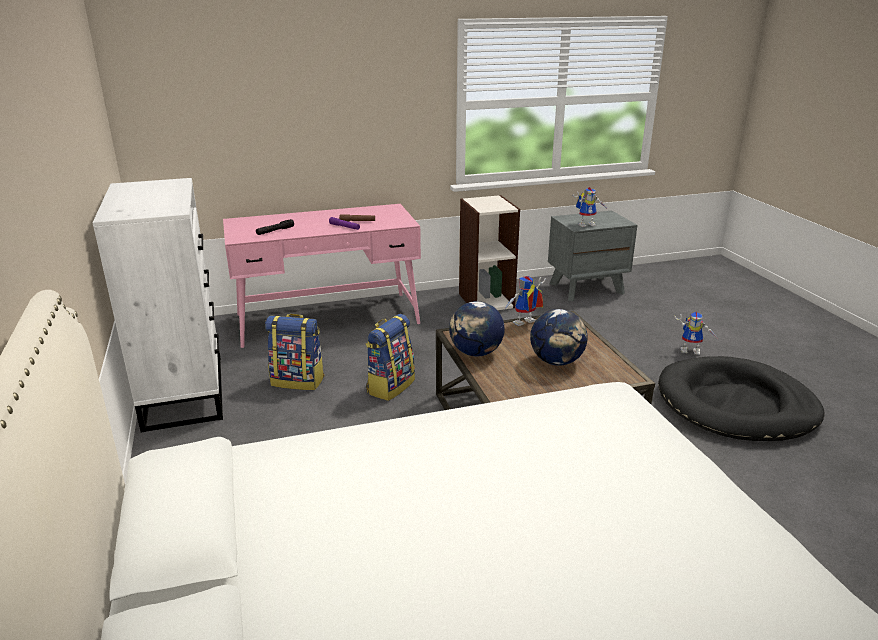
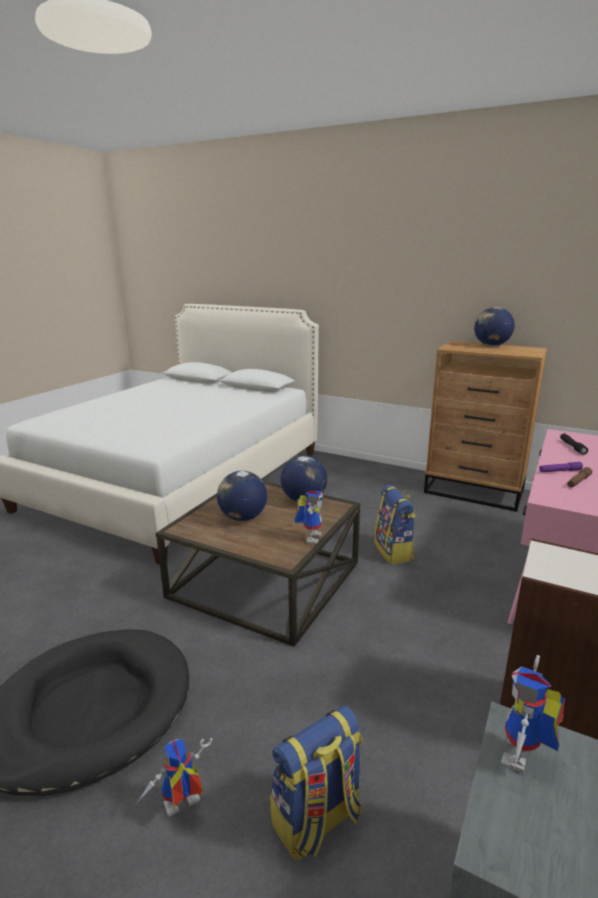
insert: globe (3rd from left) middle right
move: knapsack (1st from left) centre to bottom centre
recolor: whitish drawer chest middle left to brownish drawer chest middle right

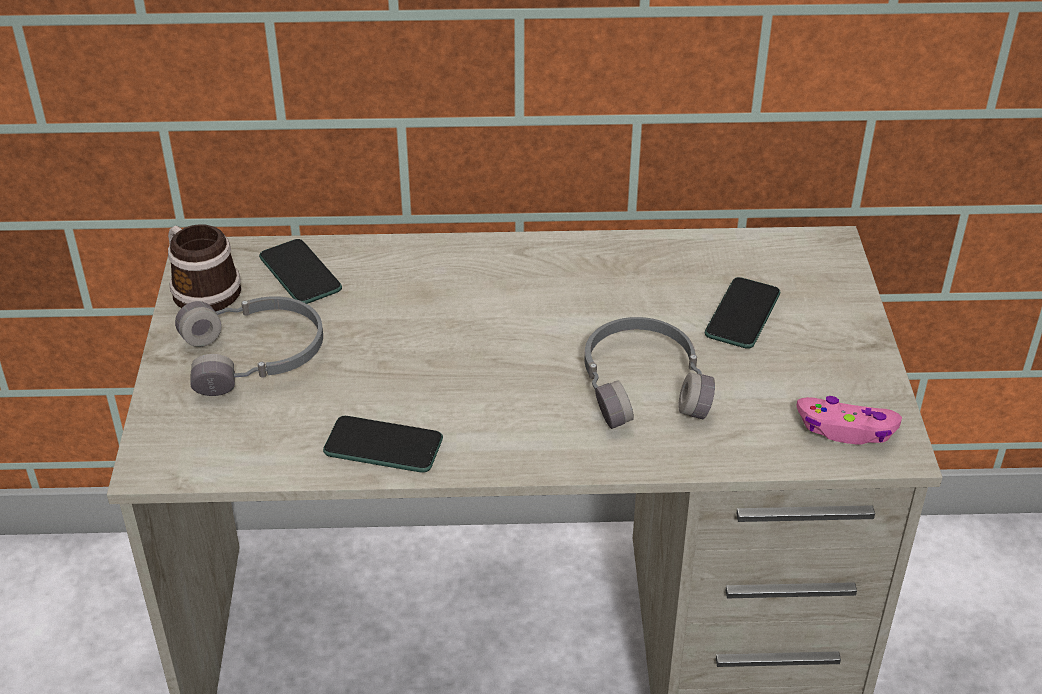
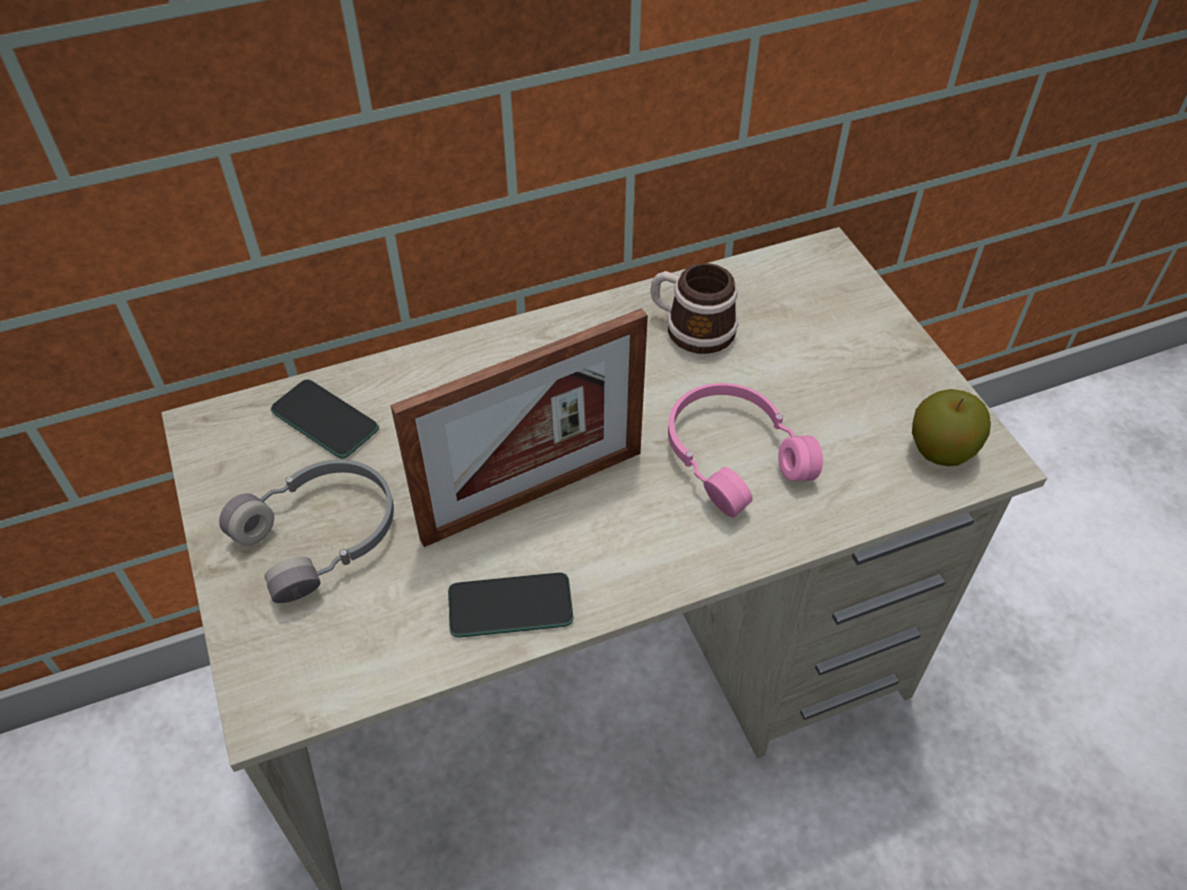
delete: handset (3rd from left) middle right
insert: photo frame centre
move: tea mug middle left to centre
replace: pinkish joypad middle right to apple fruit middle right
recolor: gray headphones (2nd from left) centre to pinkish headphones centre

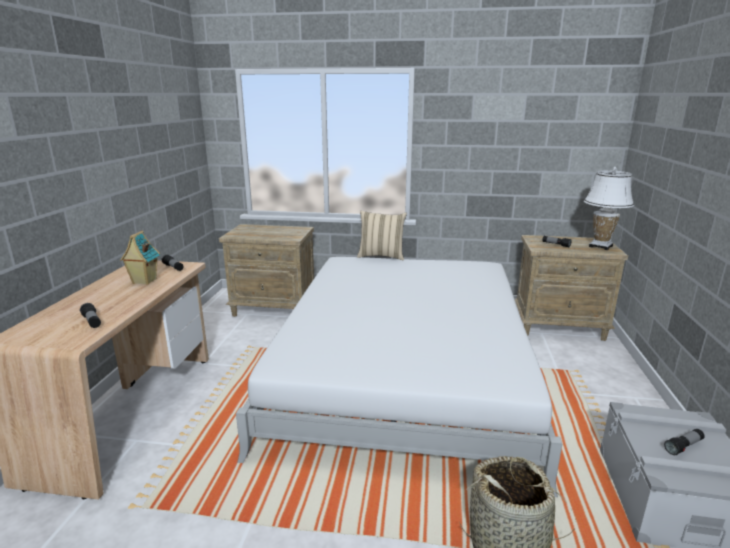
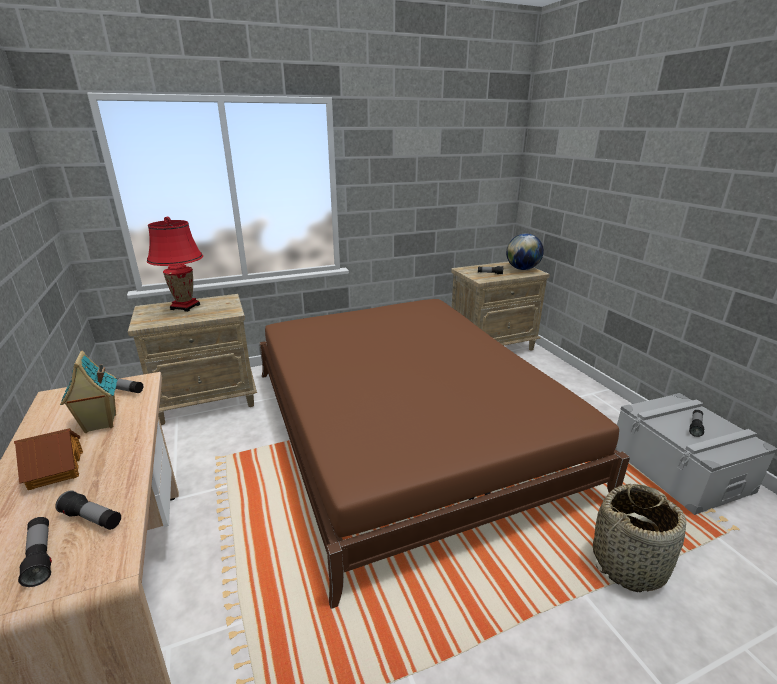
delete: beige cushion centre
insert: miniature house (1st from left) bottom left; flashlight (1st from left) bottom left; reddish table lamp middle left
replace: whitish table lamp middle right to globe middle right
recolor: whitish bed bottom centre to brownish bed centre

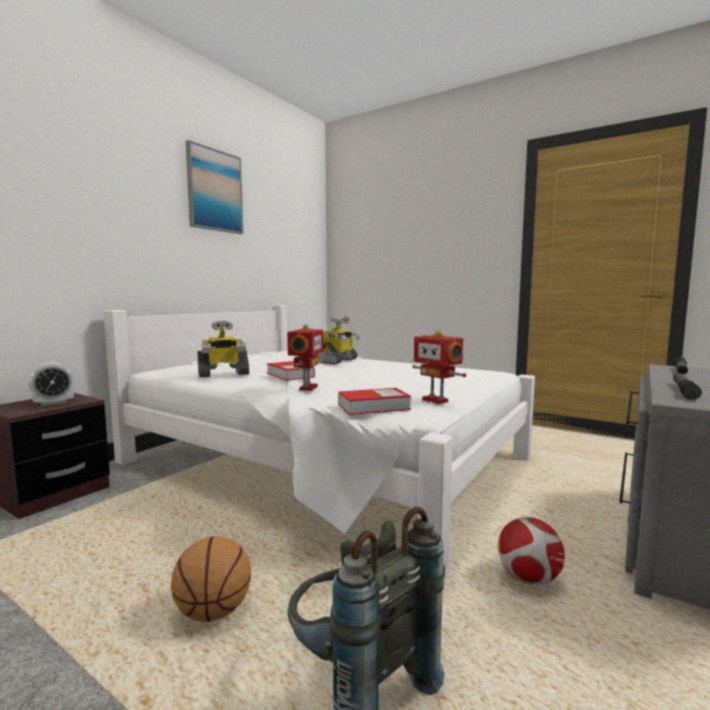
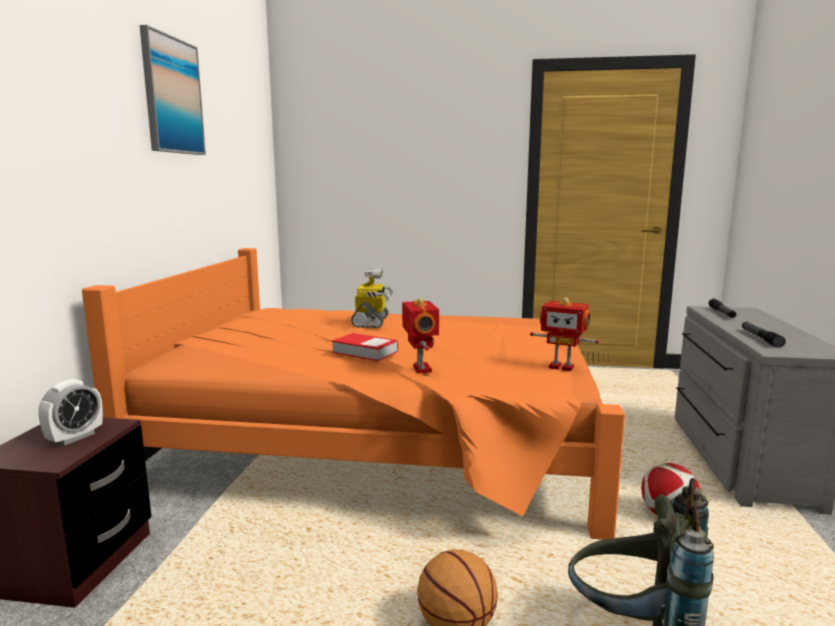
delete: model robot (1st from left) middle left; bound book (2nd from left) centre
recolor: whitish bed centre to orangey bed centre

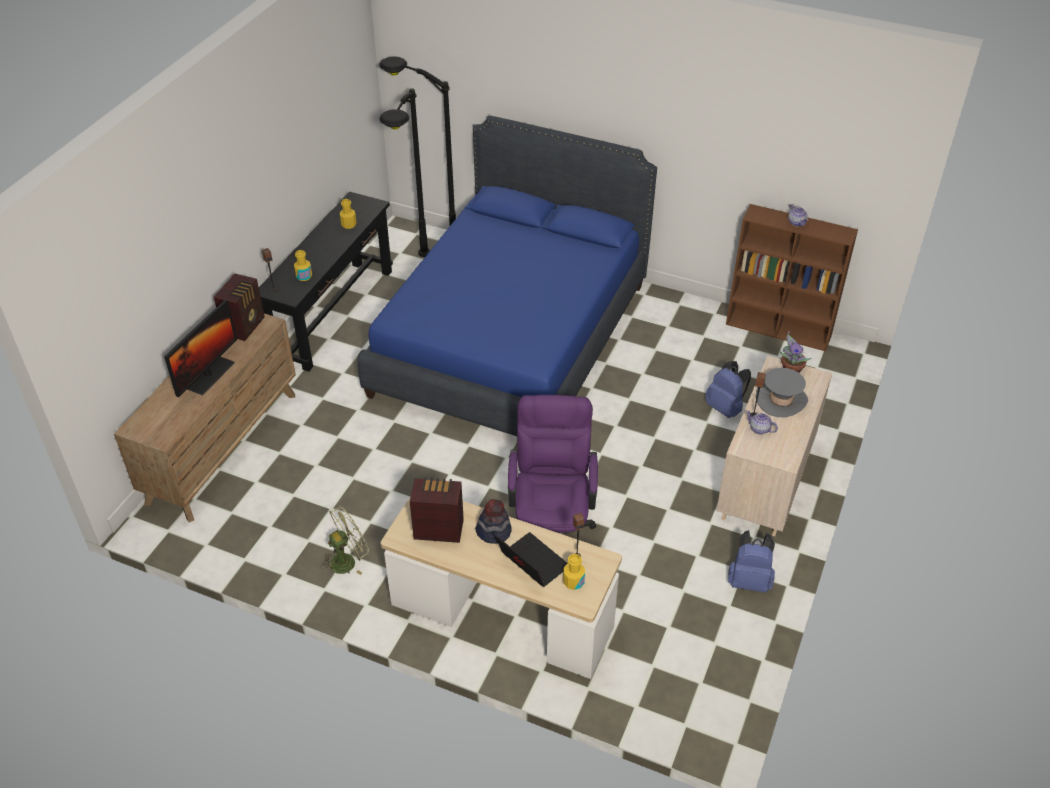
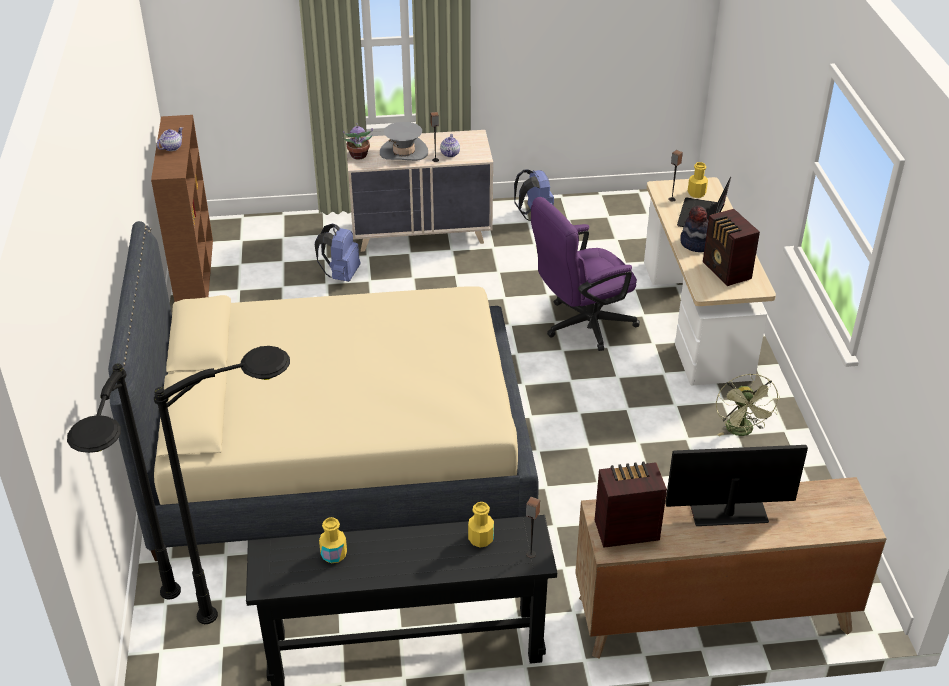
recolor: blue-coloured bed centre to beige bed centre
rotate: greenish electric fan bottom left = middle right 120 degrees counterclockwise

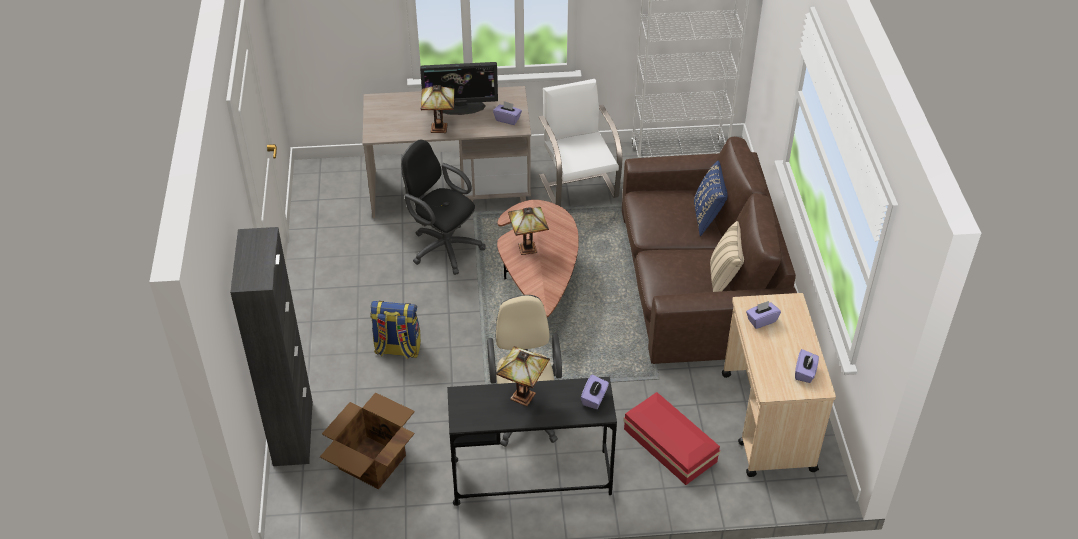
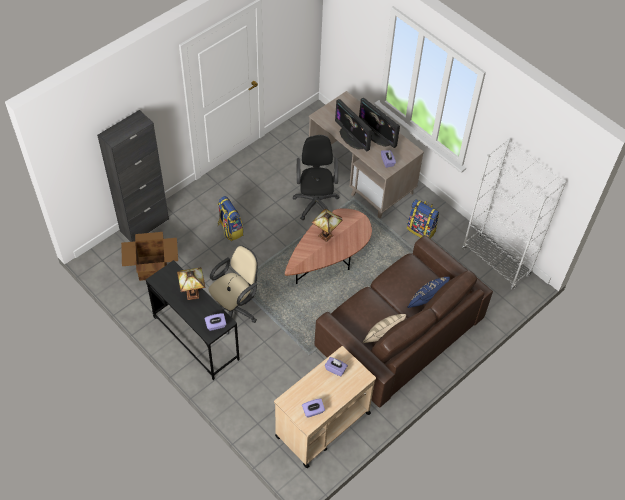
delete: reddish storage box bottom centre
replace: table lamp (1st from left) top centre to computer screen (1st from left) top centre; whitish chair top centre to knapsack (2nd from left) middle right

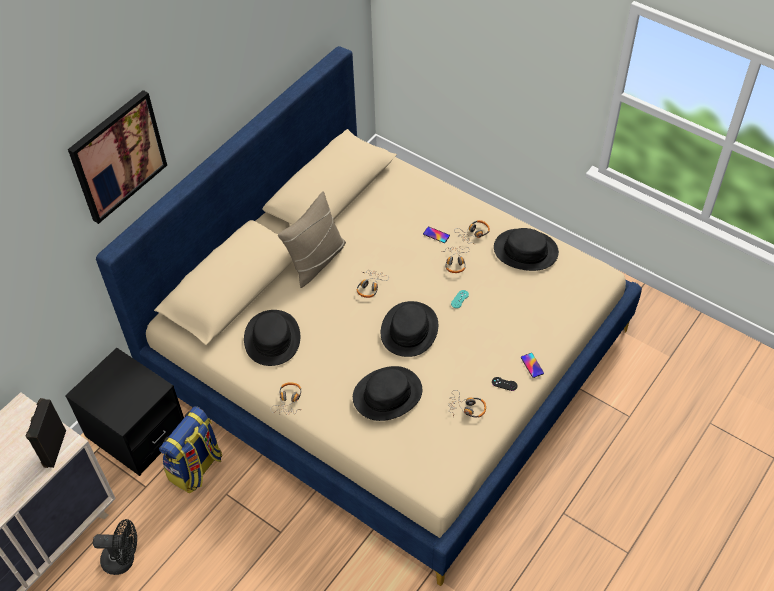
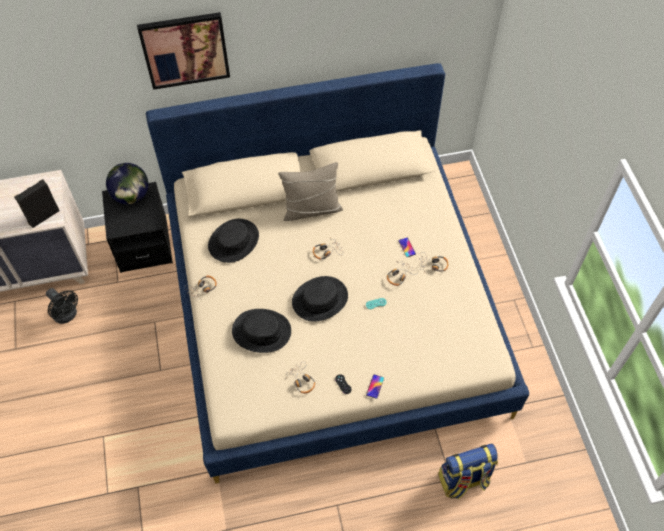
delete: black-coloured wearable hat (4th from left) middle right
insert: globe middle left
move: knapsack bottom left to bottom right

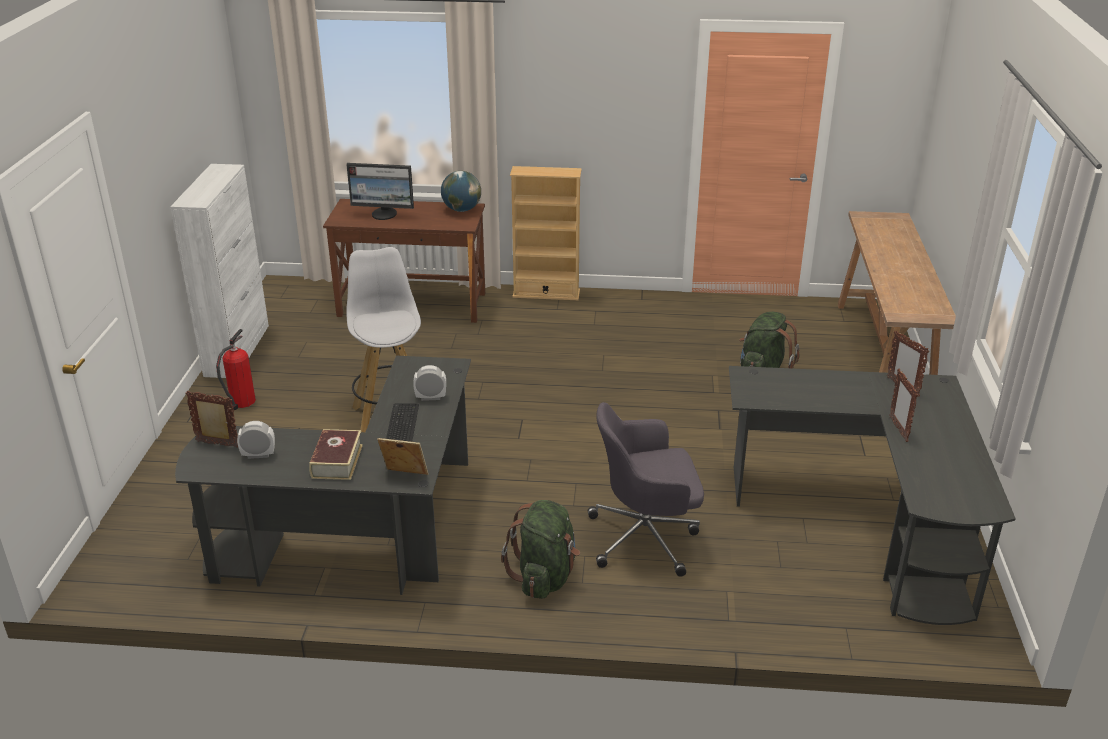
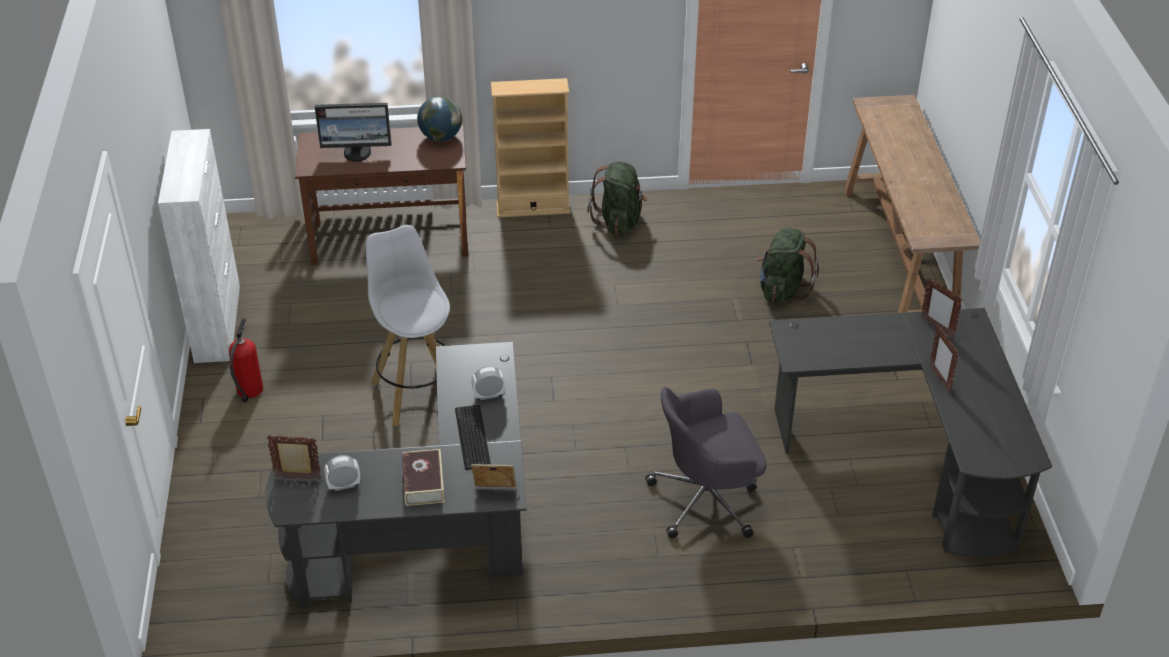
move: greenish knapsack (1st from left) bottom centre to top centre

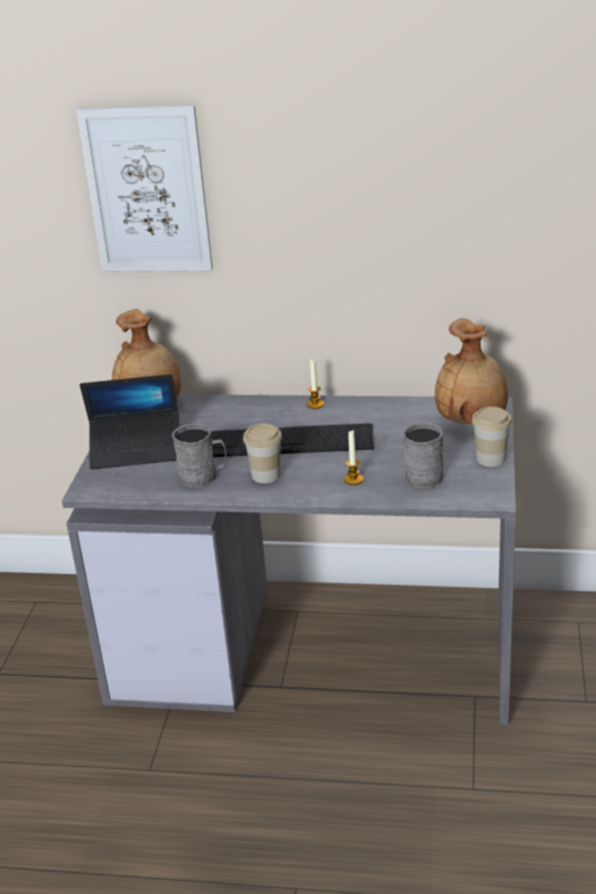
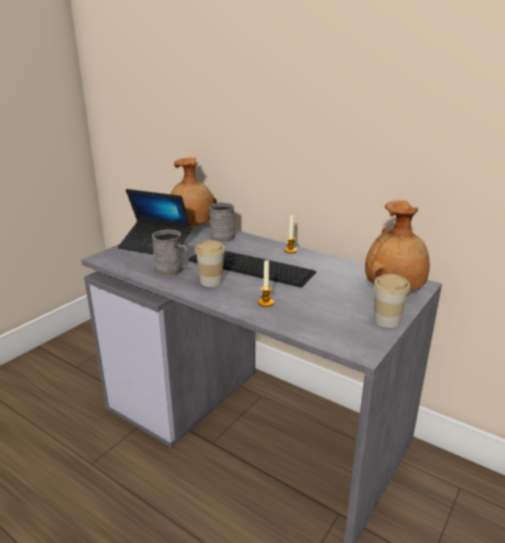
delete: picture top left
move: gray tea mug (2nd from left) middle right to centre

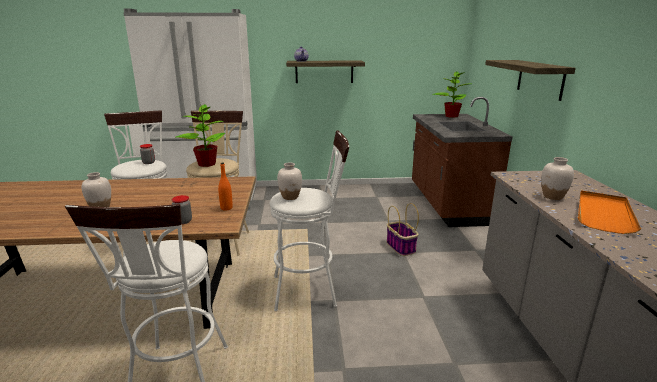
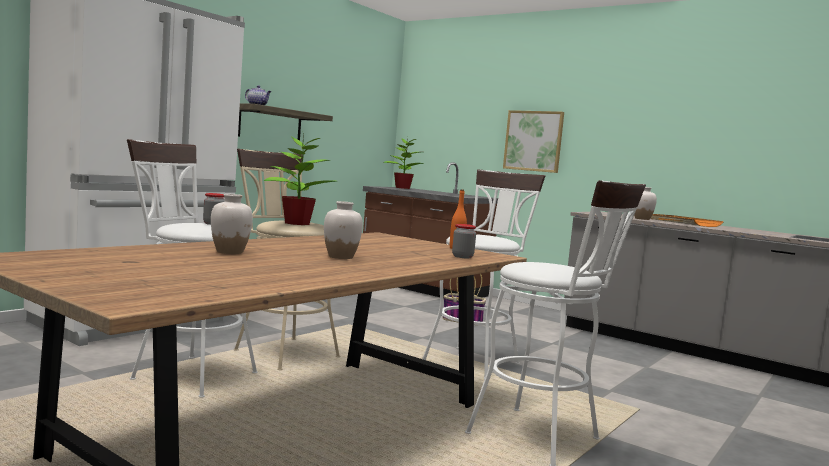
move: whitish decorative vase (2nd from left in the first image) centre to whitish decorative vase (1st from left) middle left
replace: shelf (2nd from left) top right to picture top centre

